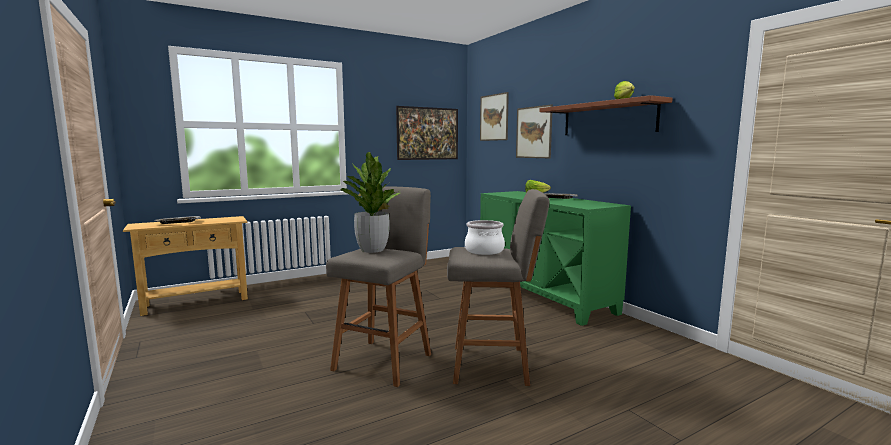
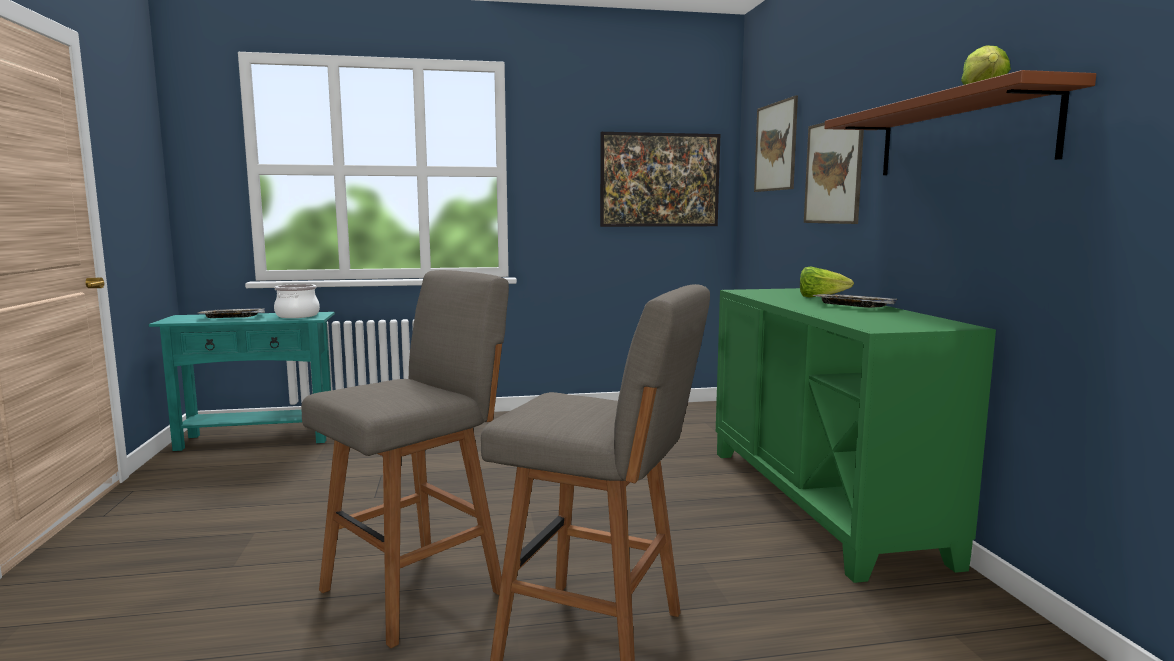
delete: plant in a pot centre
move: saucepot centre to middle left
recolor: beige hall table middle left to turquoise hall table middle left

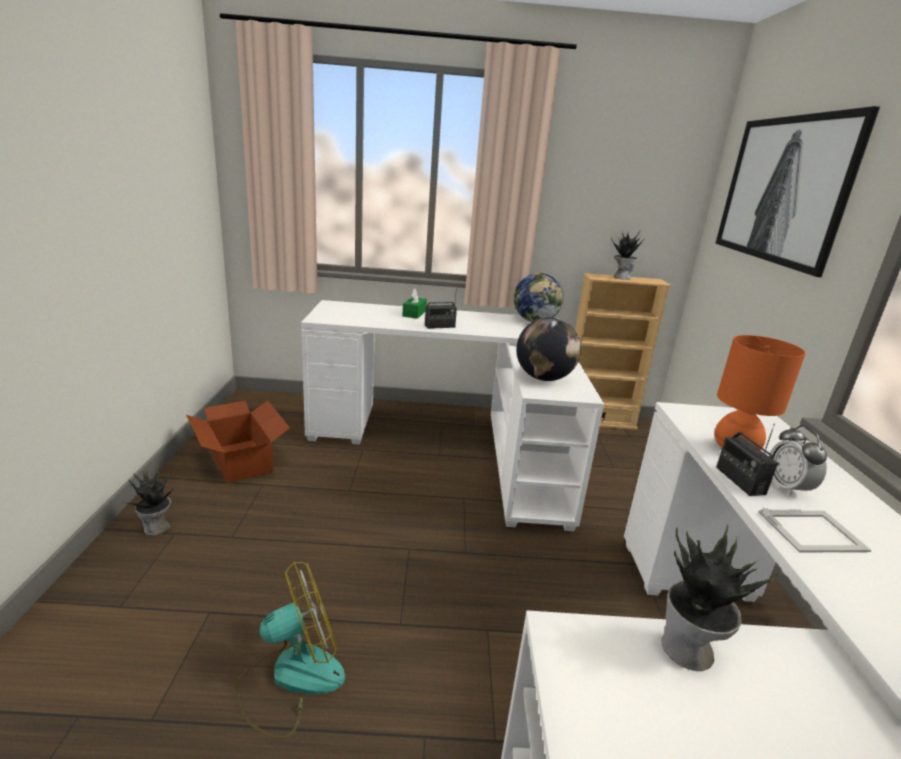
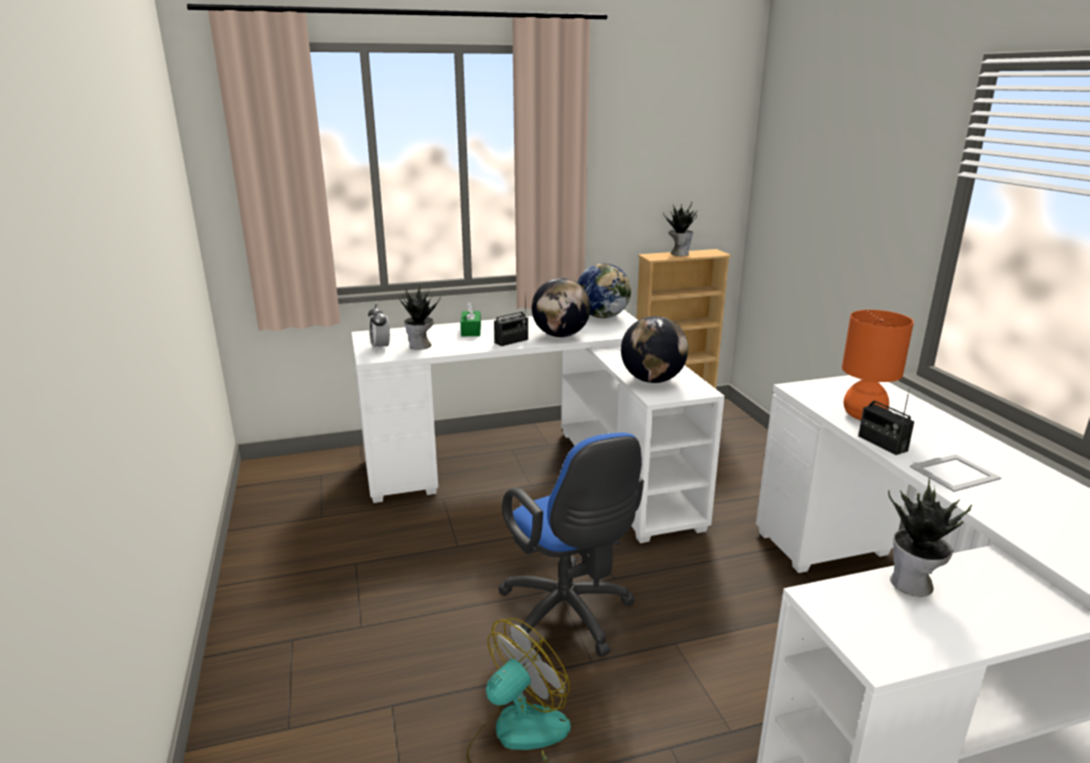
delete: packing box middle left; picture top right
insert: blue-coloured desk chair bottom centre; globe (1st from left) centre
move: plant in a pot (1st from left) middle left to centre; table clock middle right to centre

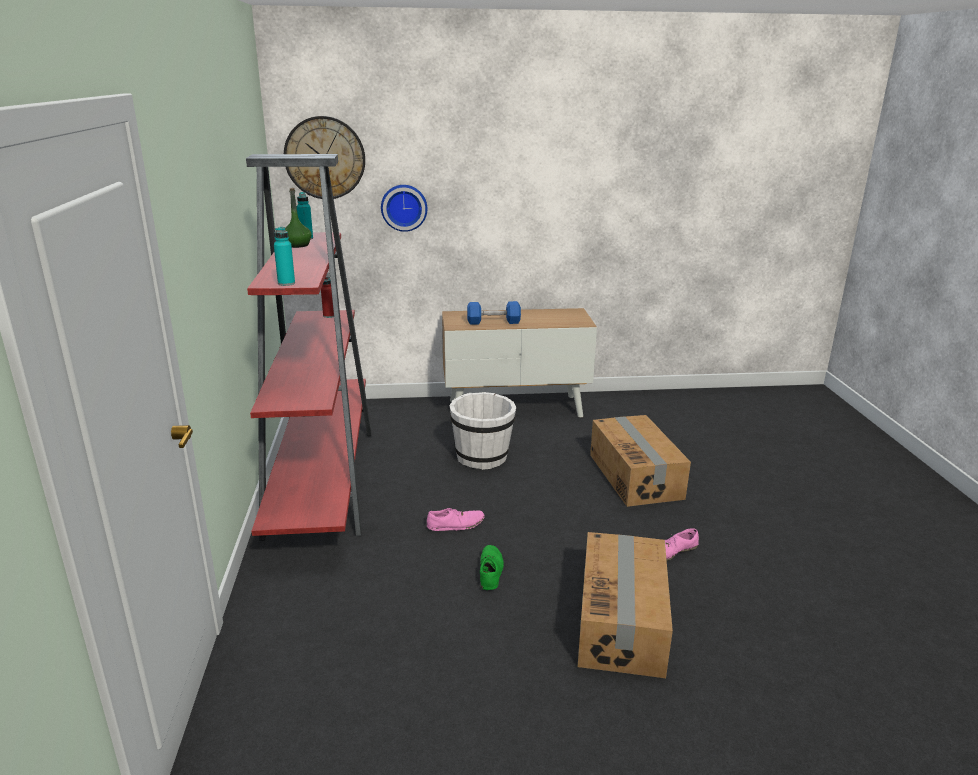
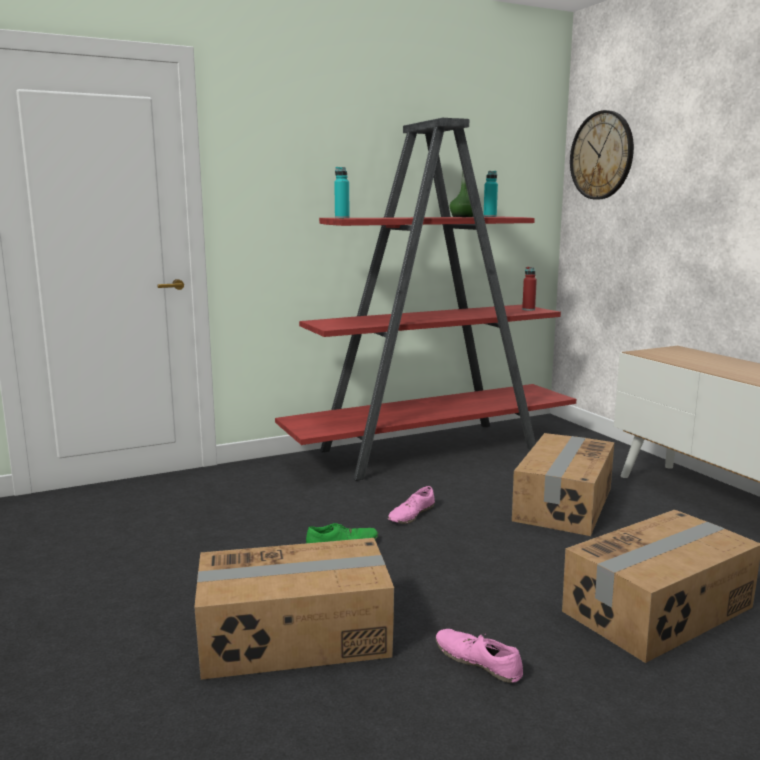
delete: wall clock (2nd from left) top centre; blue-coloured free weight centre
replace: whitish pail centre to packing box (2nd from left) middle right
rotate: pinkish low shoe (1st from left) bottom centre = centre 75 degrees clockwise

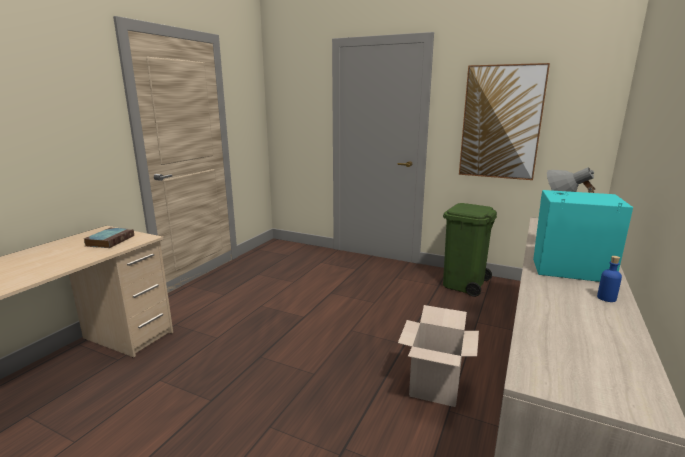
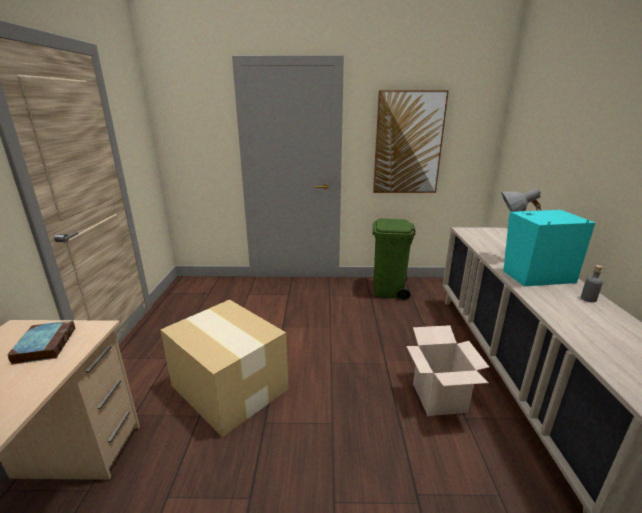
insert: packing box (1st from left) bottom centre
recolor: blue-coloured drink bottle middle right to gray drink bottle middle right

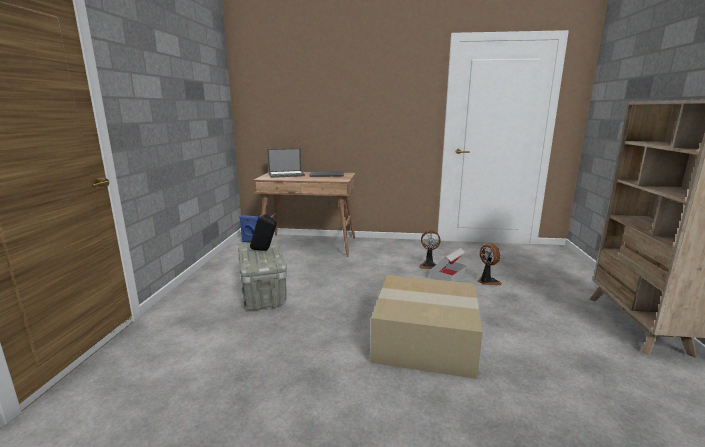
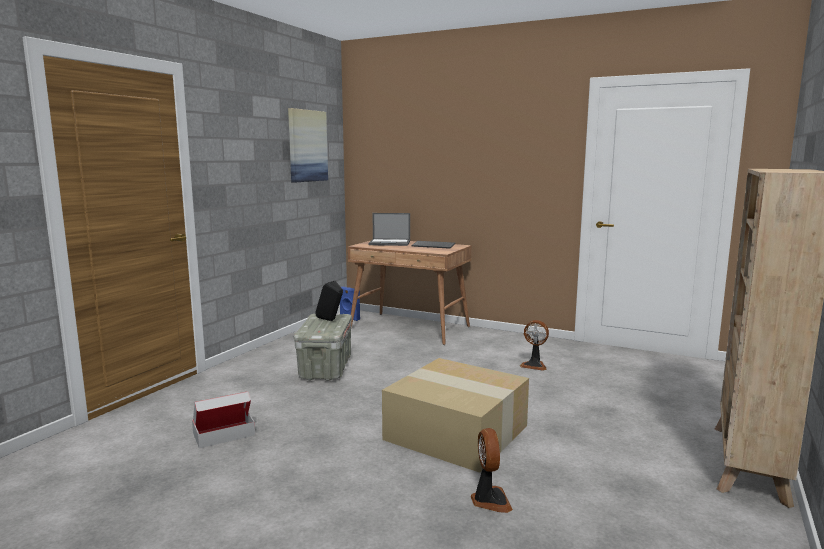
insert: picture top centre
move: packing box (2nd from left in the first image) centre to packing box (1st from left) bottom left; electric fan (2nd from left in the first image) middle right to electric fan (1st from left) bottom centre

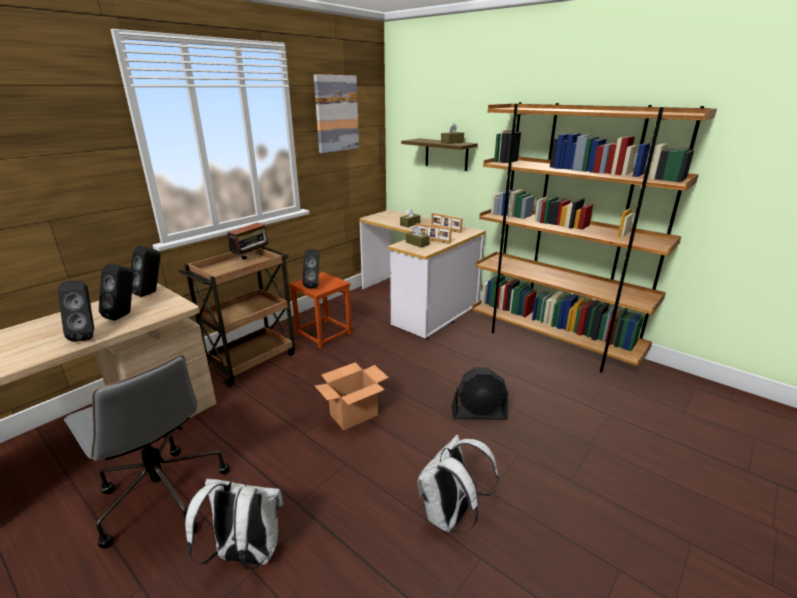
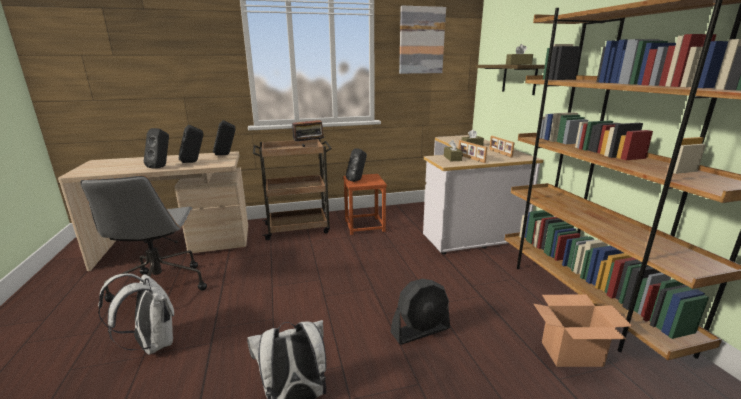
move: packing box centre to bottom right
rotate: black-coloured electric fan centre = bottom centre 60 degrees counterclockwise

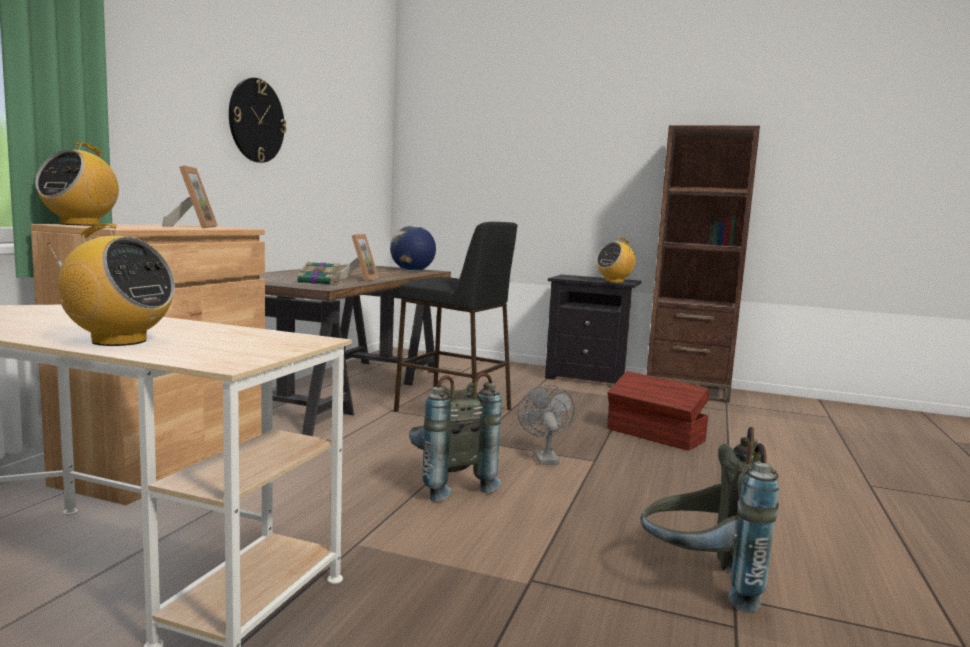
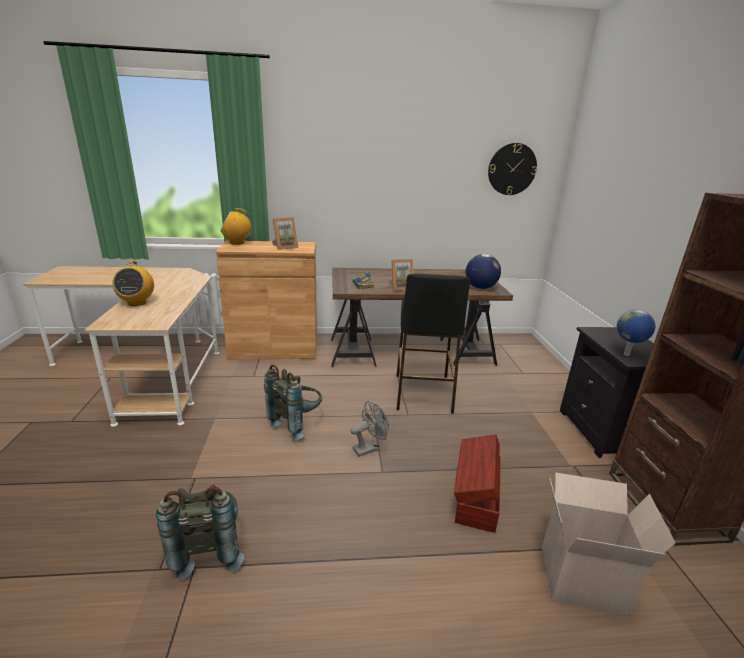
insert: packing box bottom right
move: wall clock top left to top right
replace: radio set (3rd from left) centre to globe (2nd from left) middle right

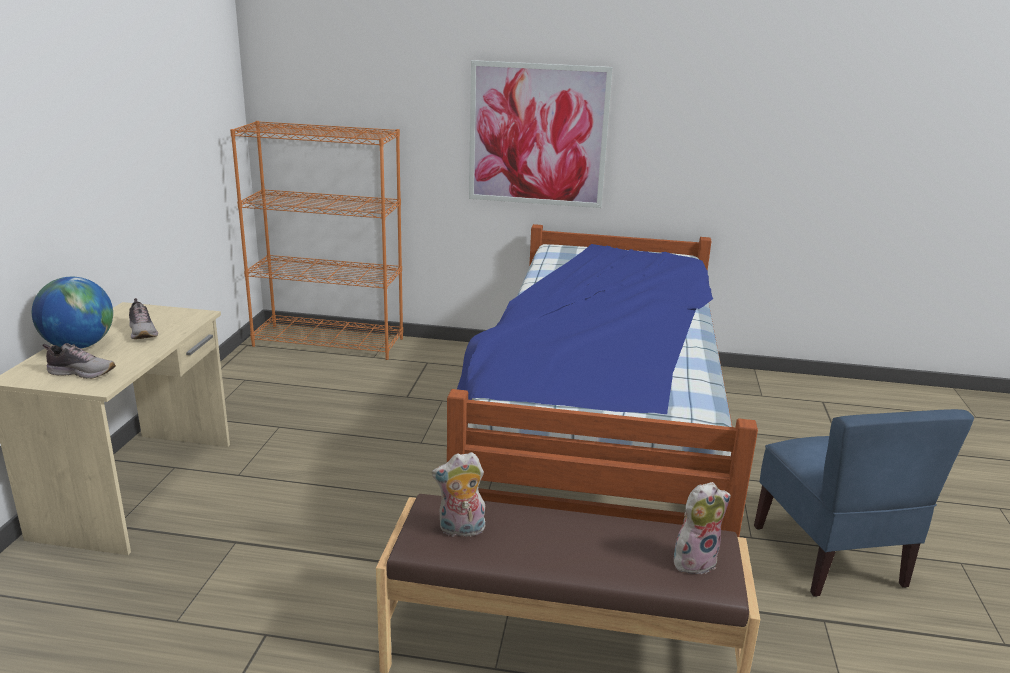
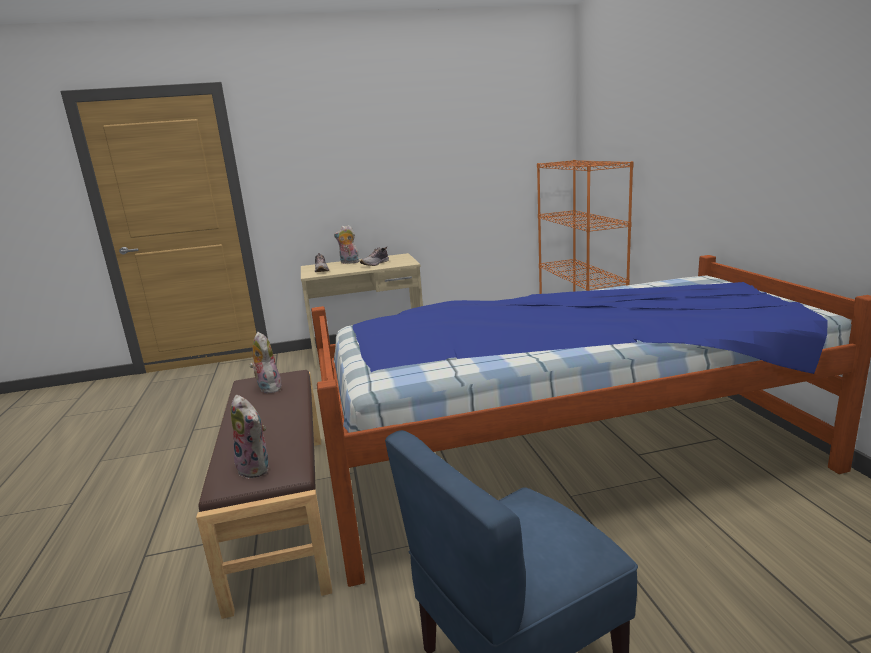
delete: picture top centre
replace: globe middle left to soft toy (3rd from left) centre

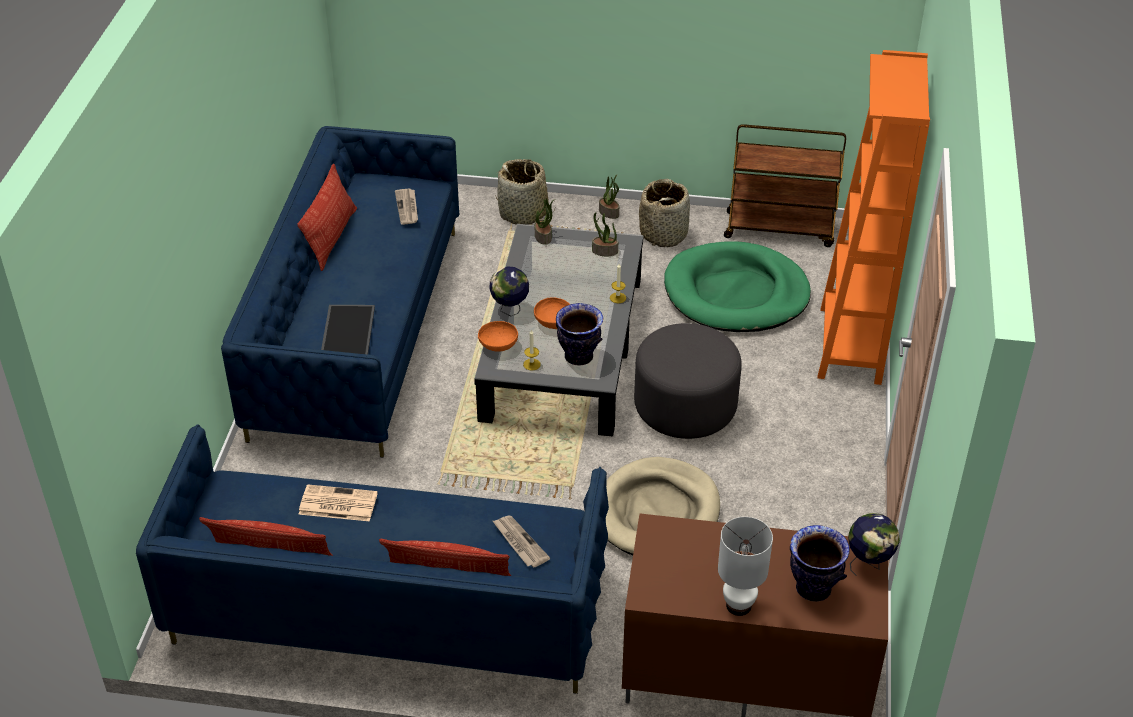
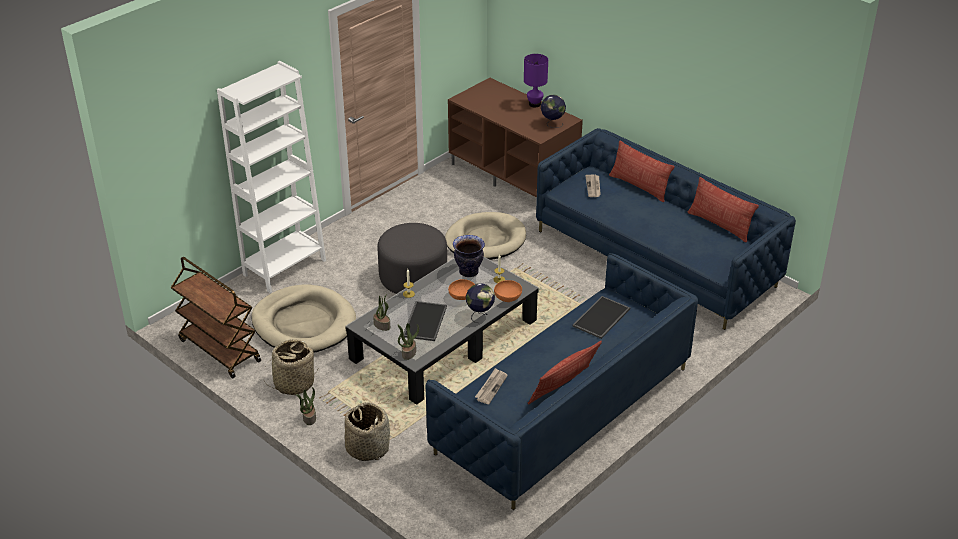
delete: newspaper (1st from left) bottom left; decorative vase (2nd from left) bottom right
insert: serving tray (1st from left) centre
move: globe (2nd from left) bottom right to top centre
recolor: greenish dog cushion centre to beige dog cushion (1st from left) middle left; whitish table lamp bottom centre to purple-coloured table lamp top centre; orangey bookcase top right to whitish bookcase top left

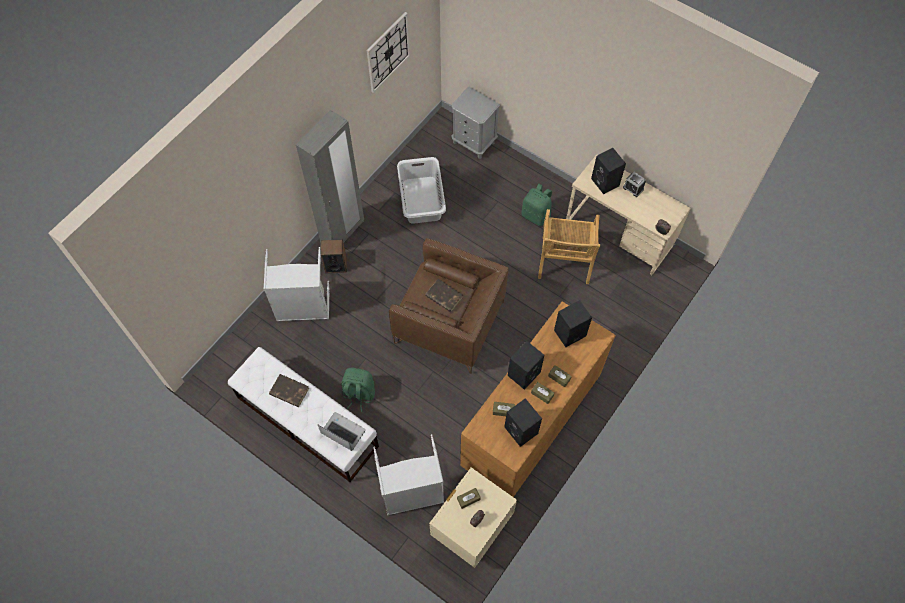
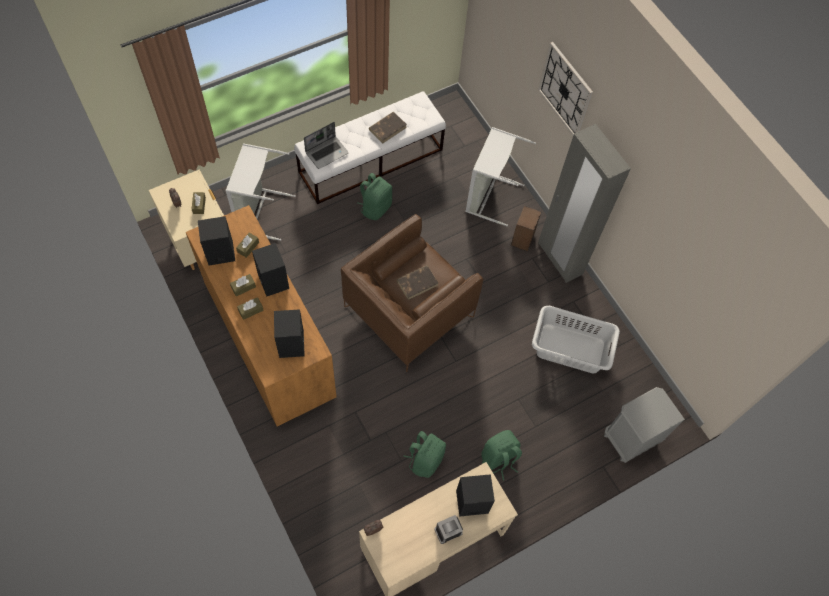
move: wall clock top centre to top right
replace: beige chair centre to greenish knapsack (2nd from left) bottom centre

